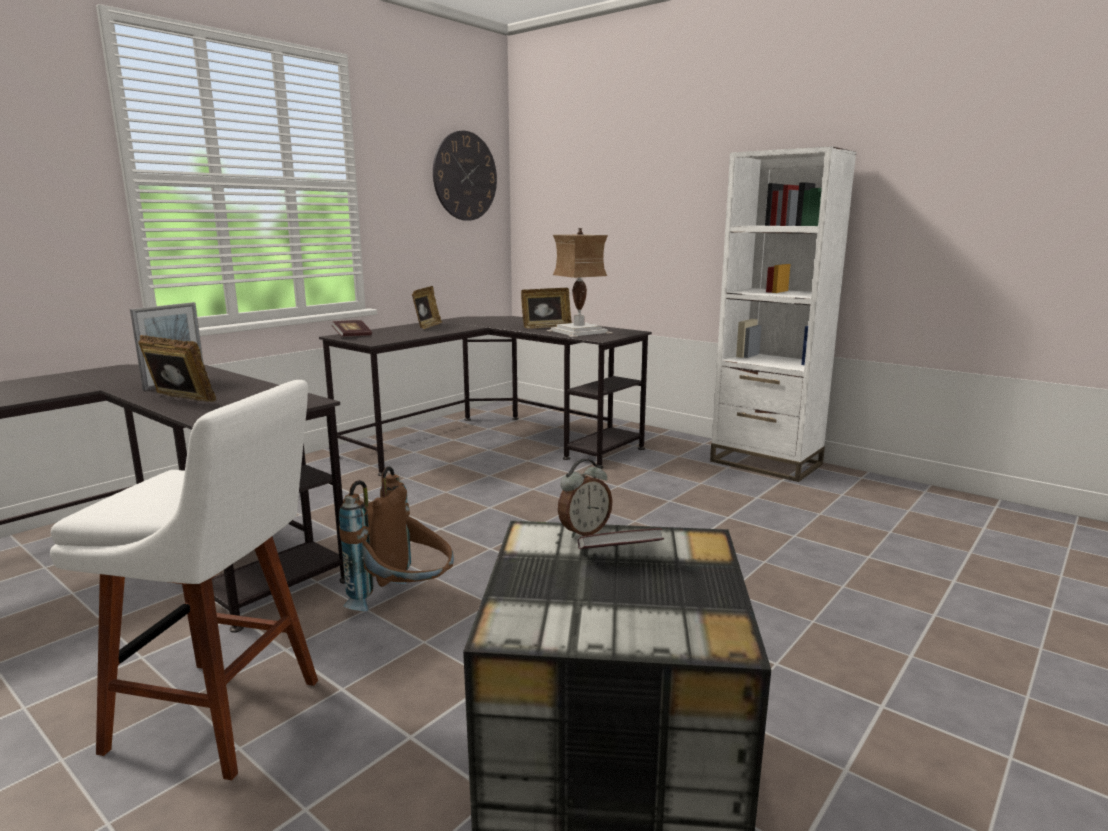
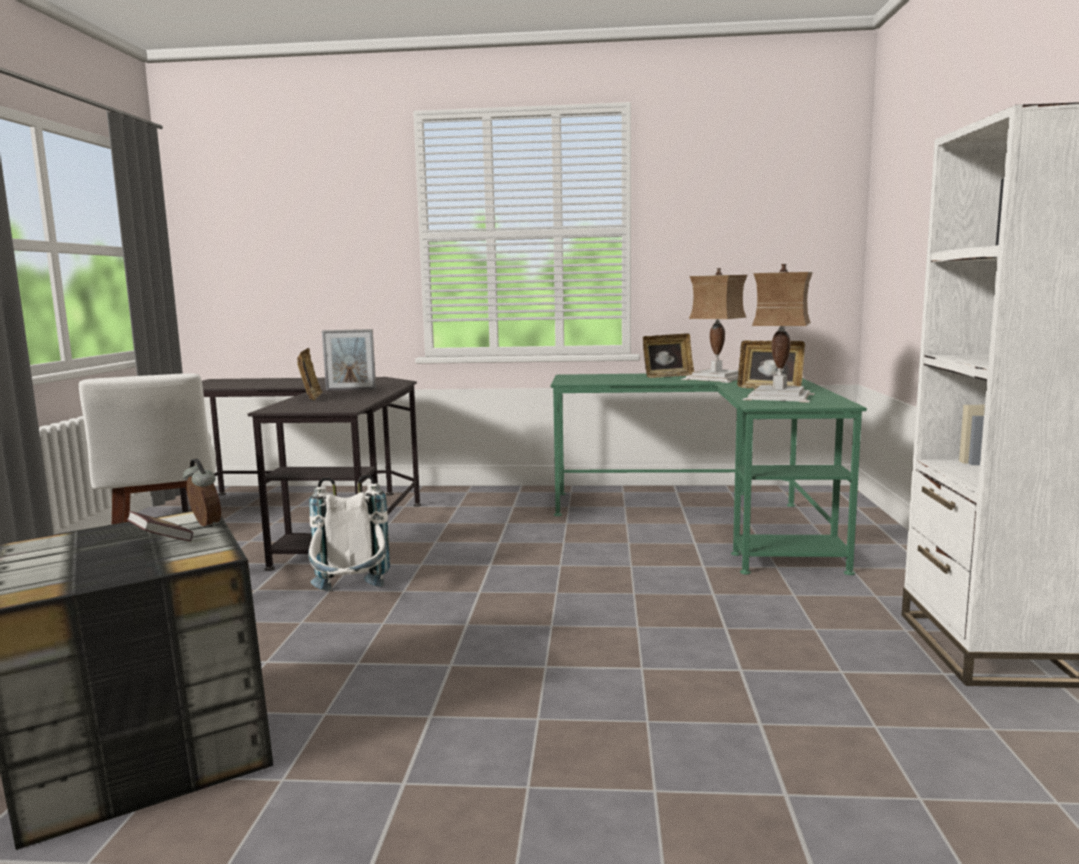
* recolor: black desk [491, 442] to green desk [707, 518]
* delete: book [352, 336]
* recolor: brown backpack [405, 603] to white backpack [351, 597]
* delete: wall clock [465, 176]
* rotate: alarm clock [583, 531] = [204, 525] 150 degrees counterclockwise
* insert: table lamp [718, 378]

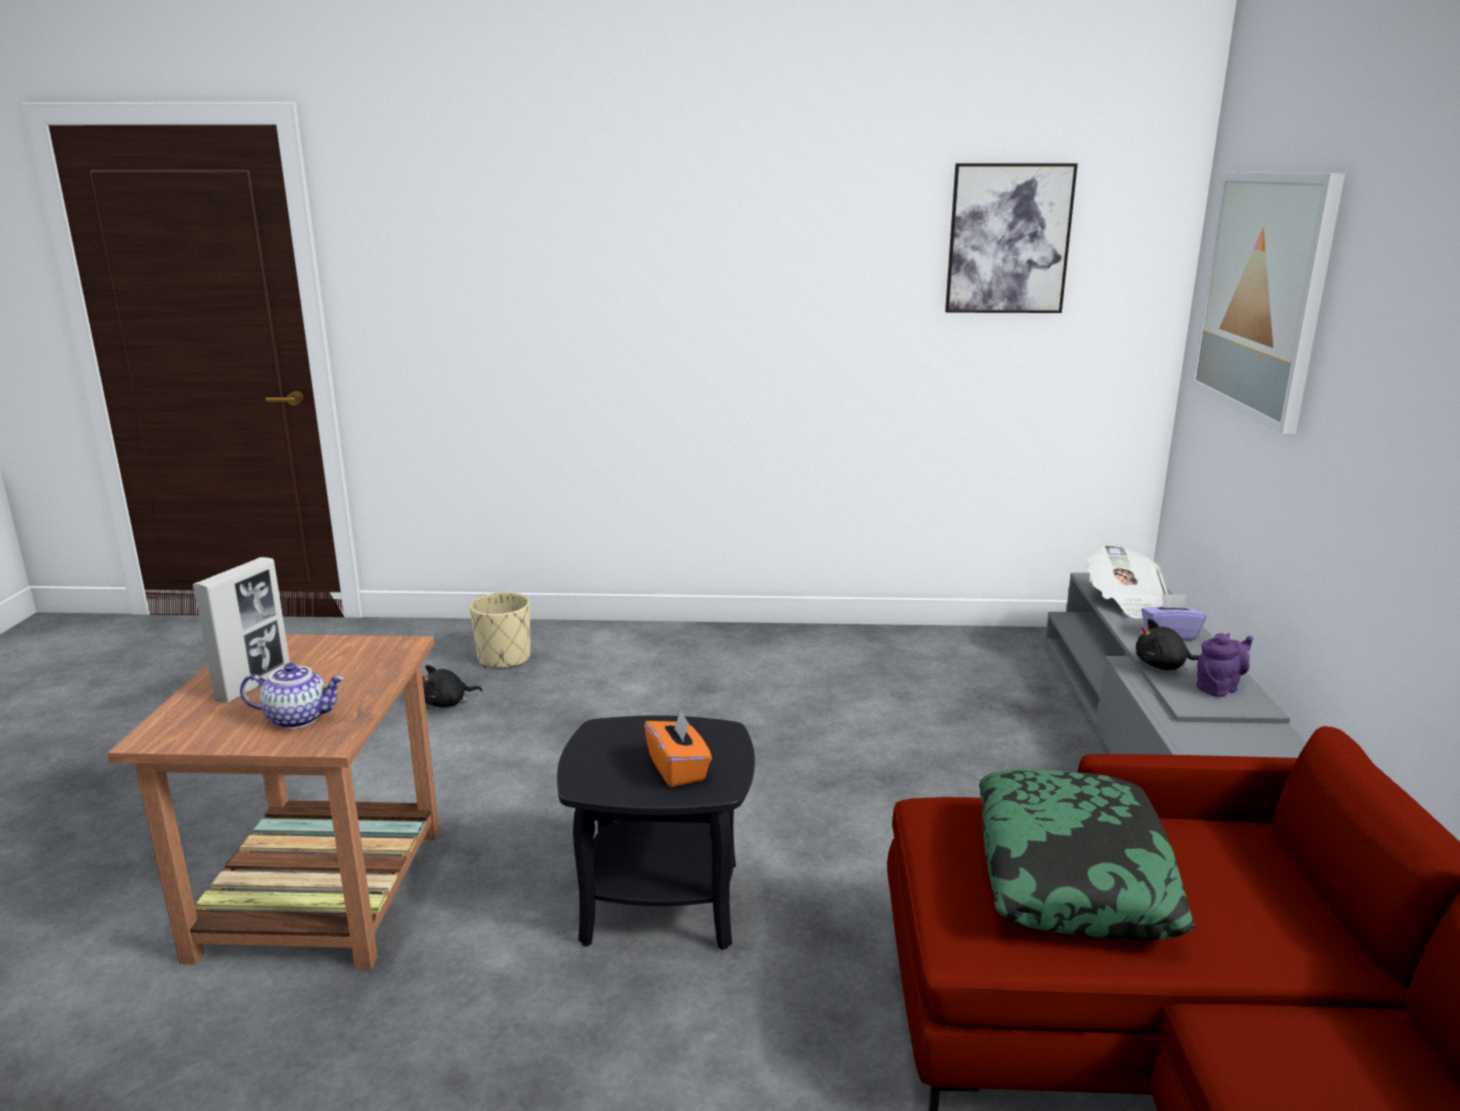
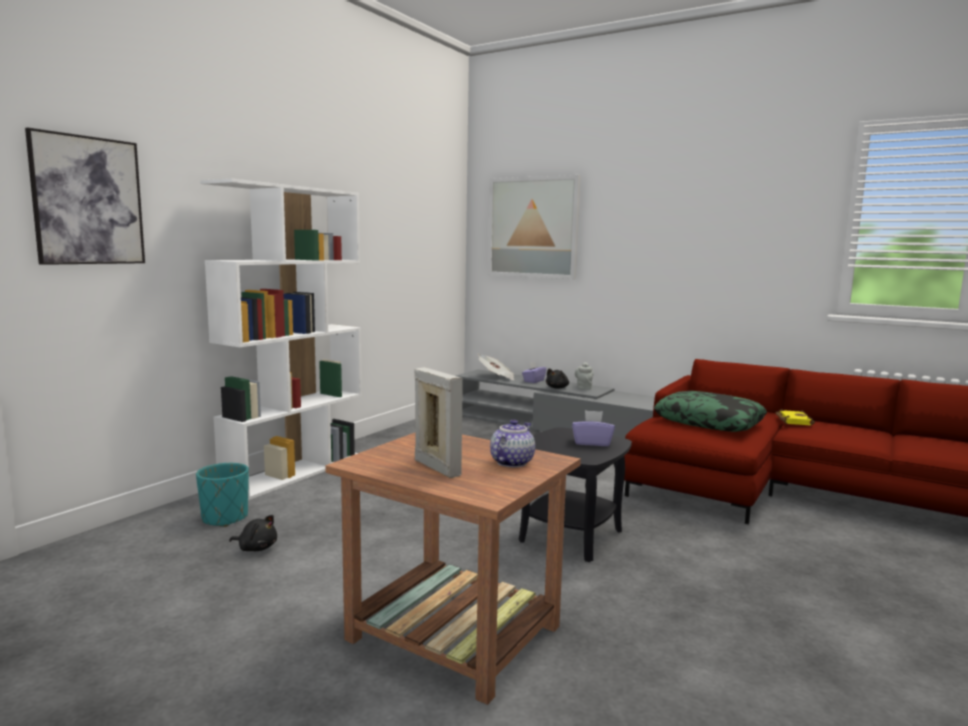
* rotate: black plush toy [447, 703] = [256, 548] 75 degrees counterclockwise
* recolor: beige planter [504, 658] to turquoise planter [225, 518]
* recolor: orange tissue box [678, 769] to purple tissue box [592, 442]
* move: picture [1008, 239] to [88, 201]
* recolor: purple teapot [1219, 688] to grey teapot [583, 387]
* insert: white bookcase [295, 472]
* insert: yellow book [792, 420]

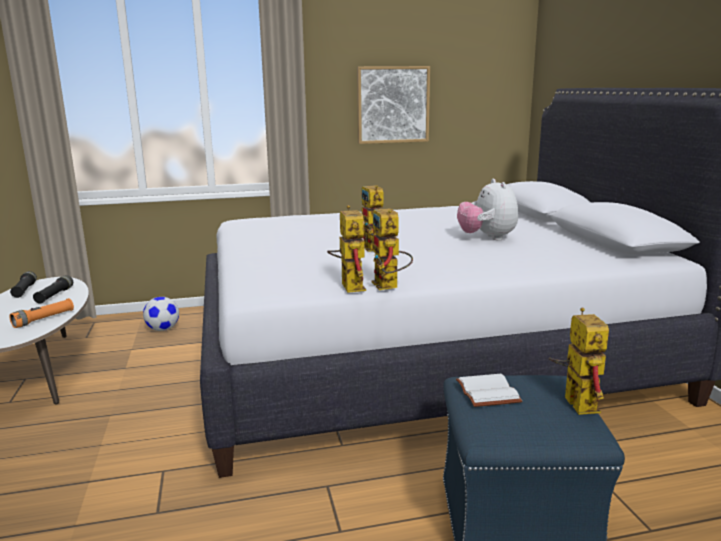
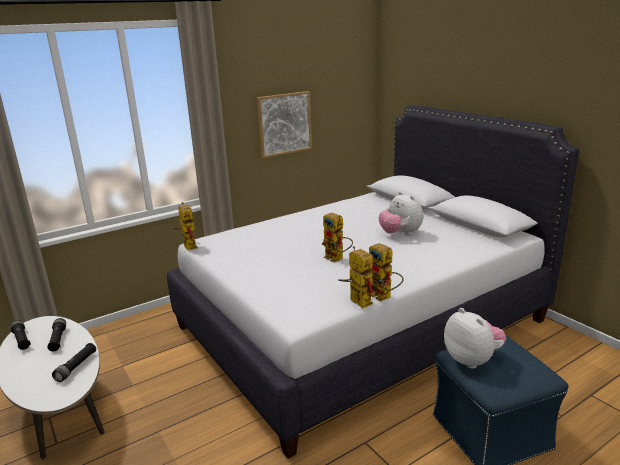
* recolor: orange flashlight [44, 319] to black flashlight [76, 367]
* delete: football [163, 329]
* replace: white book [485, 392] to plush toy [472, 360]
* move: toy robot [574, 401] to [187, 245]

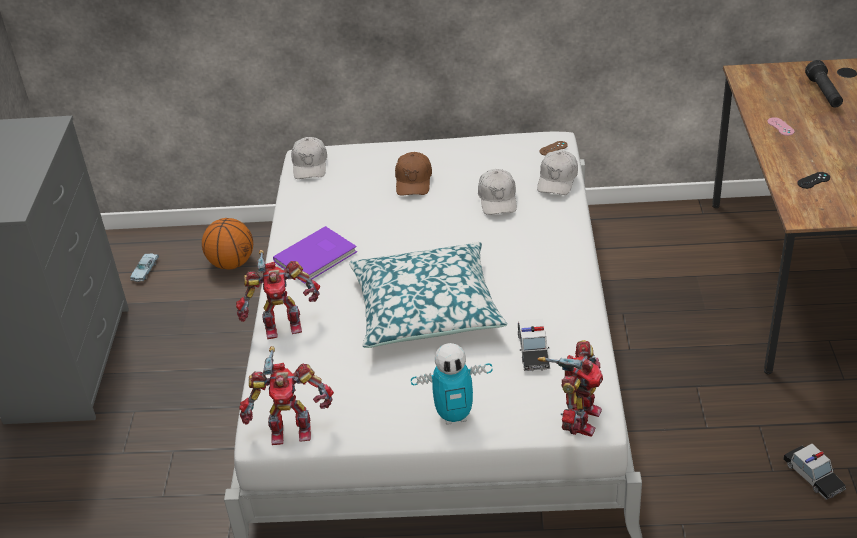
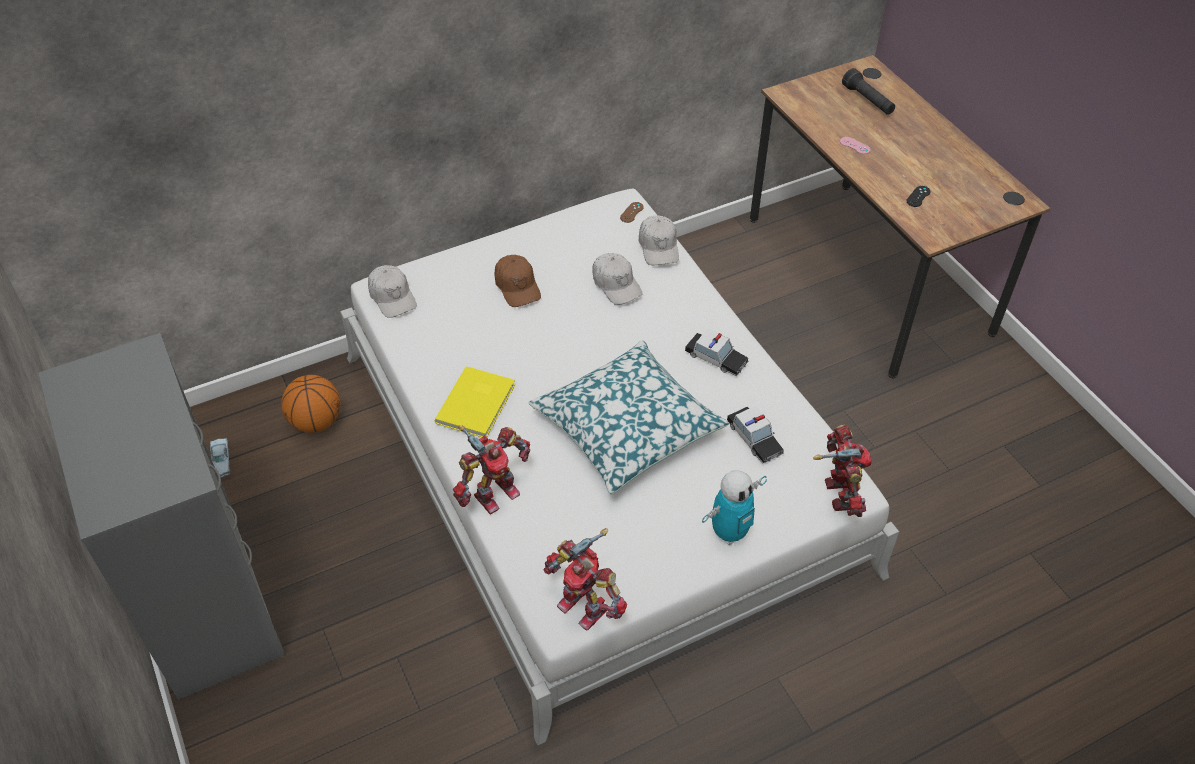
* rotate: toy robot [290, 429] = [585, 605] 75 degrees clockwise
* recolor: purple book [317, 257] to yellow book [478, 403]
* move: toy car [813, 476] to [716, 358]

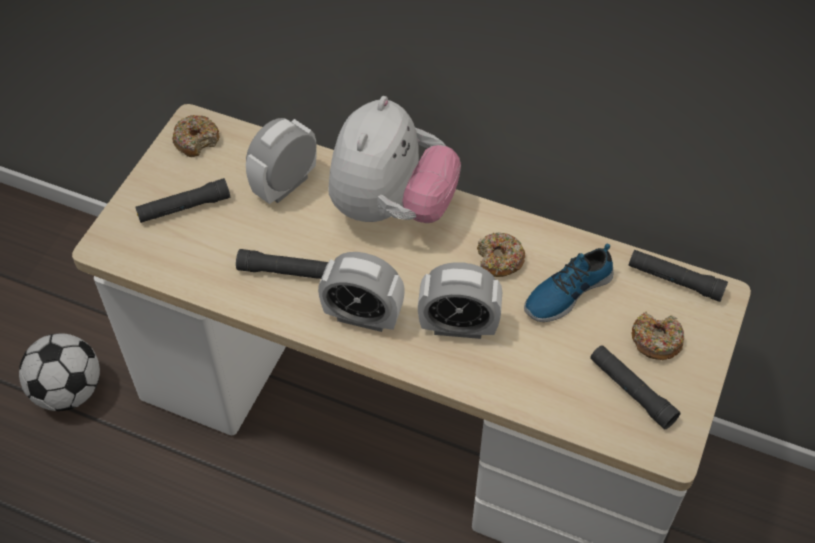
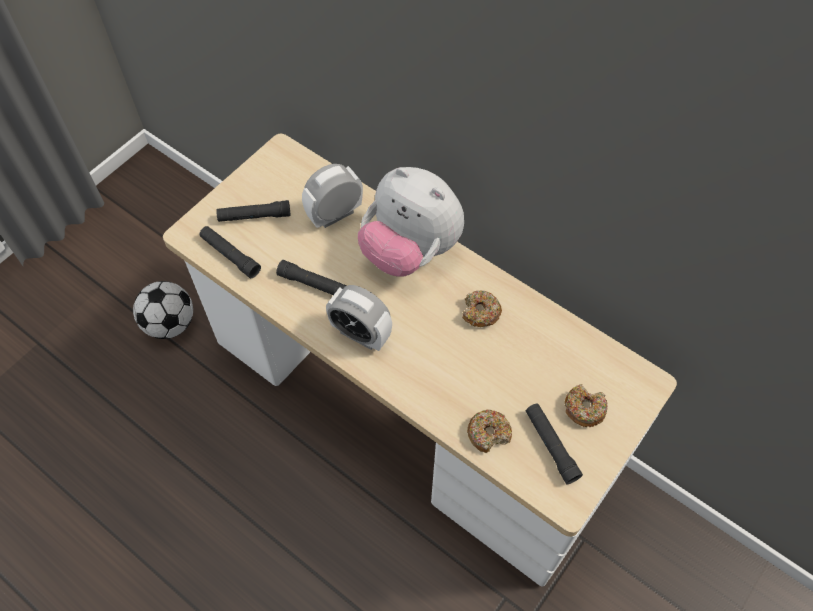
* move: donut [196, 140] to [488, 433]
* rotate: plush toy [391, 208] = [410, 251] 90 degrees clockwise
* delete: alarm clock [458, 326]
* delete: shoe [566, 291]
* move: black flashlight [675, 280] to [230, 255]

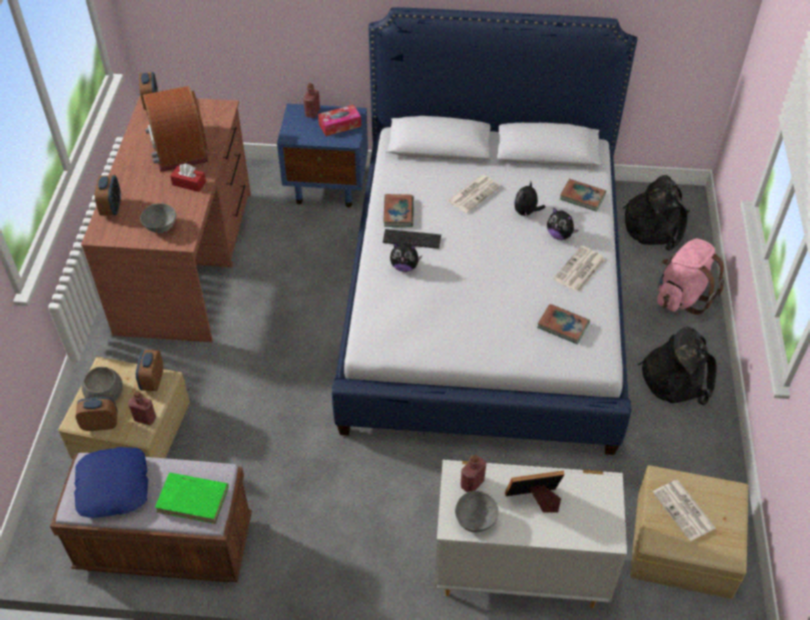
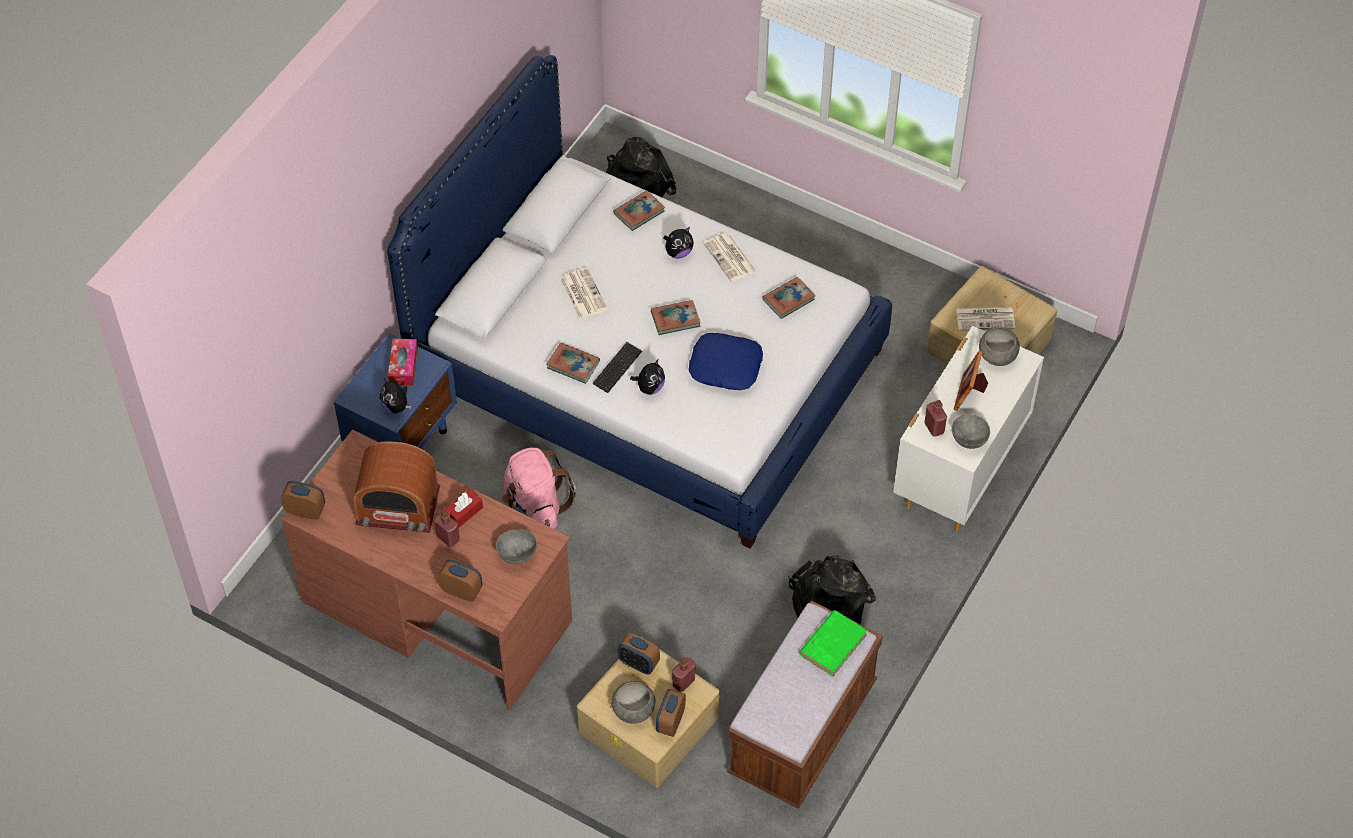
* move: blue pillow [114, 487] to [725, 366]
* move: red bottle [312, 113] to [448, 538]
* move: plush toy [526, 212] to [396, 406]
* move: black backpack [676, 376] to [828, 604]
* move: pink backpack [681, 296] to [535, 509]
* insert: book [675, 319]
* insert: grey bowl [997, 355]

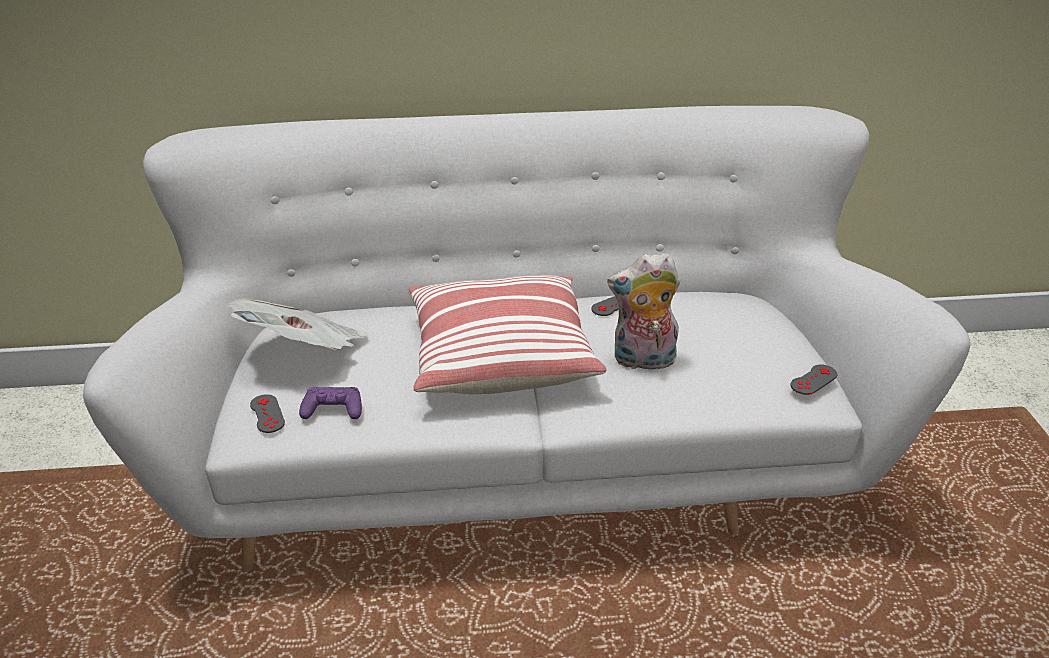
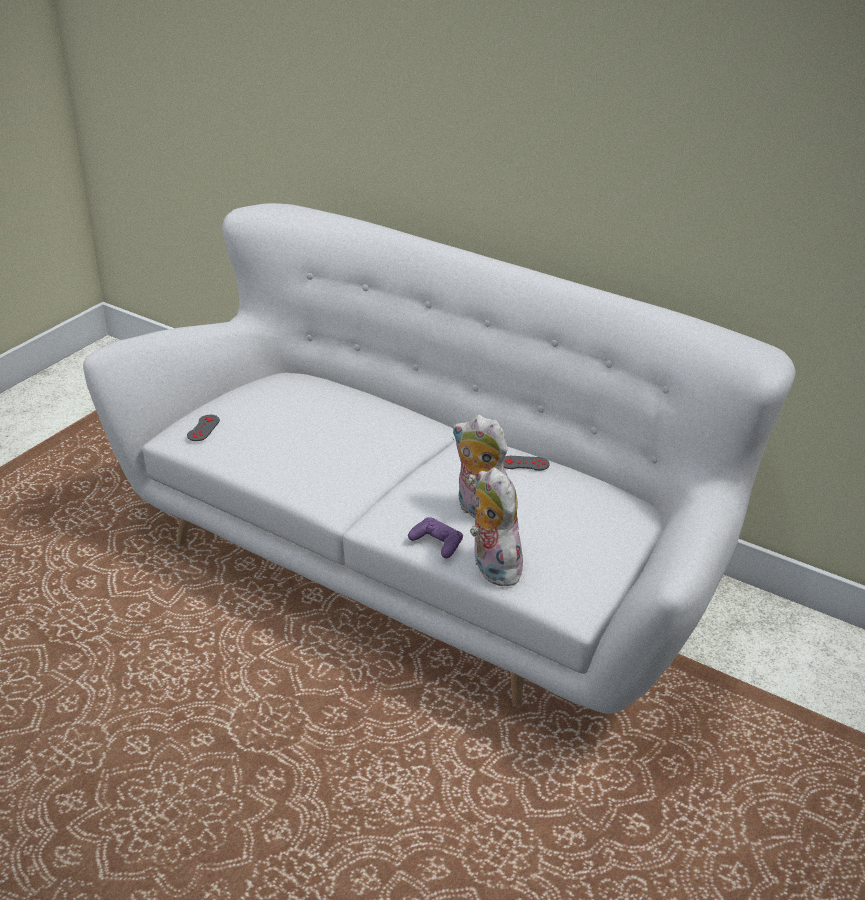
* delete: newspaper [305, 352]
* move: purple game controller [333, 409] to [437, 543]
* delete: pillow [499, 356]
* delete: grey game controller [813, 380]
* insert: plush toy [492, 568]

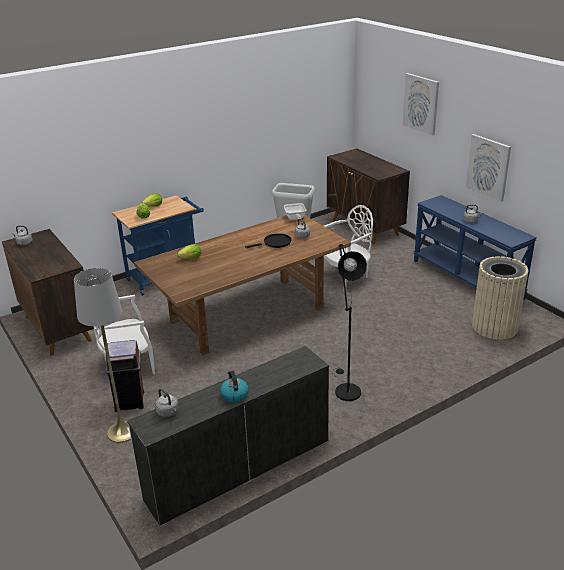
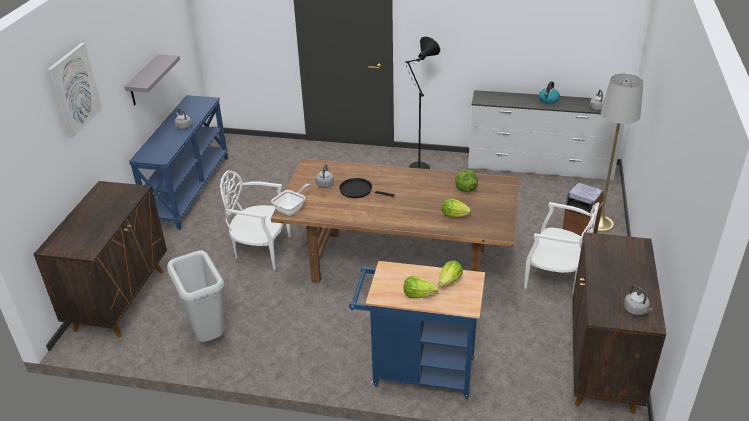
* replace: picture [488, 167] to grey shelf [144, 81]
* delete: beige trash can [494, 327]
* insert: lettuce [465, 189]

